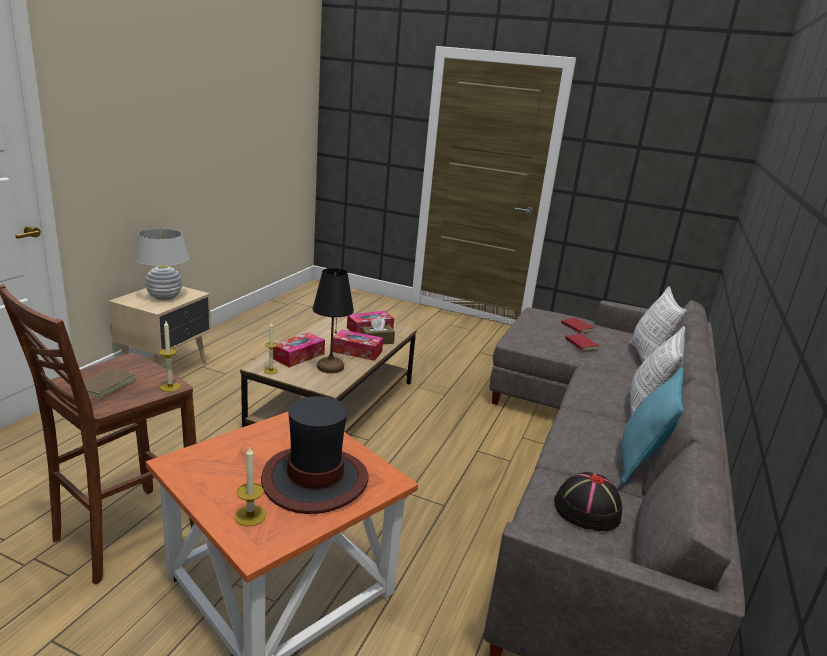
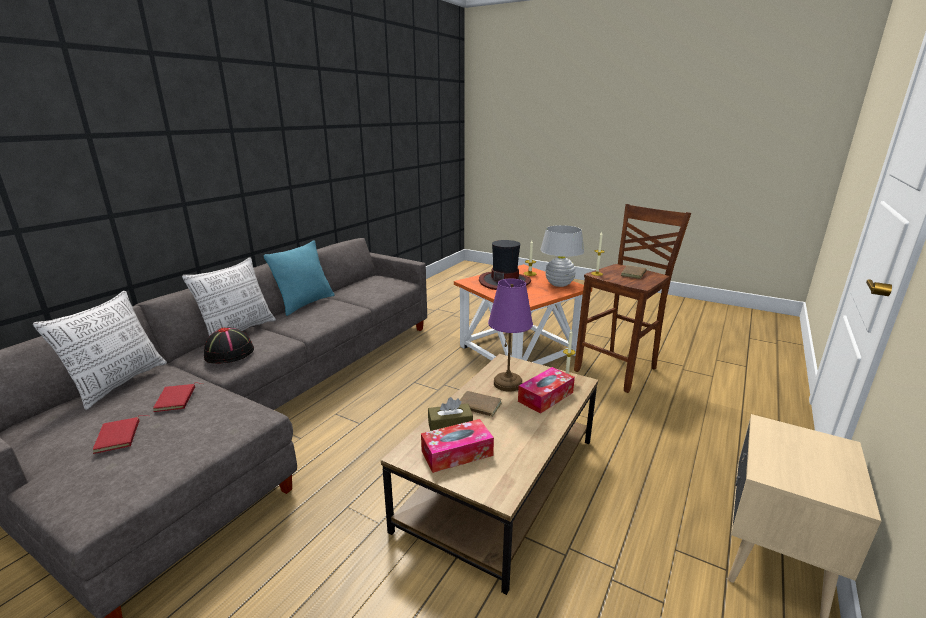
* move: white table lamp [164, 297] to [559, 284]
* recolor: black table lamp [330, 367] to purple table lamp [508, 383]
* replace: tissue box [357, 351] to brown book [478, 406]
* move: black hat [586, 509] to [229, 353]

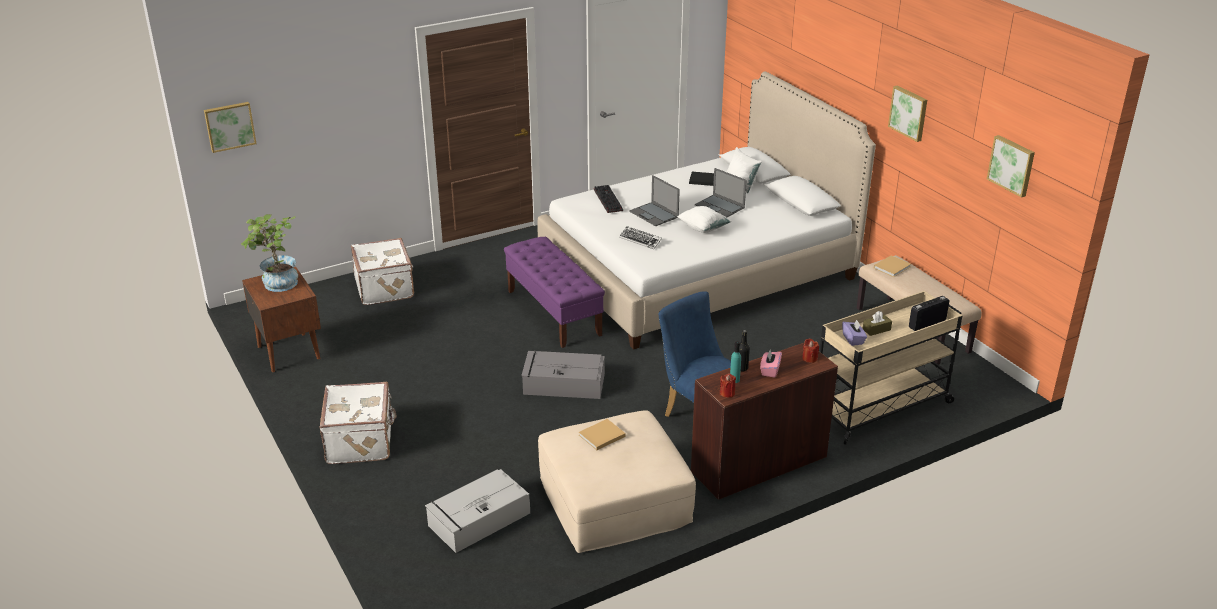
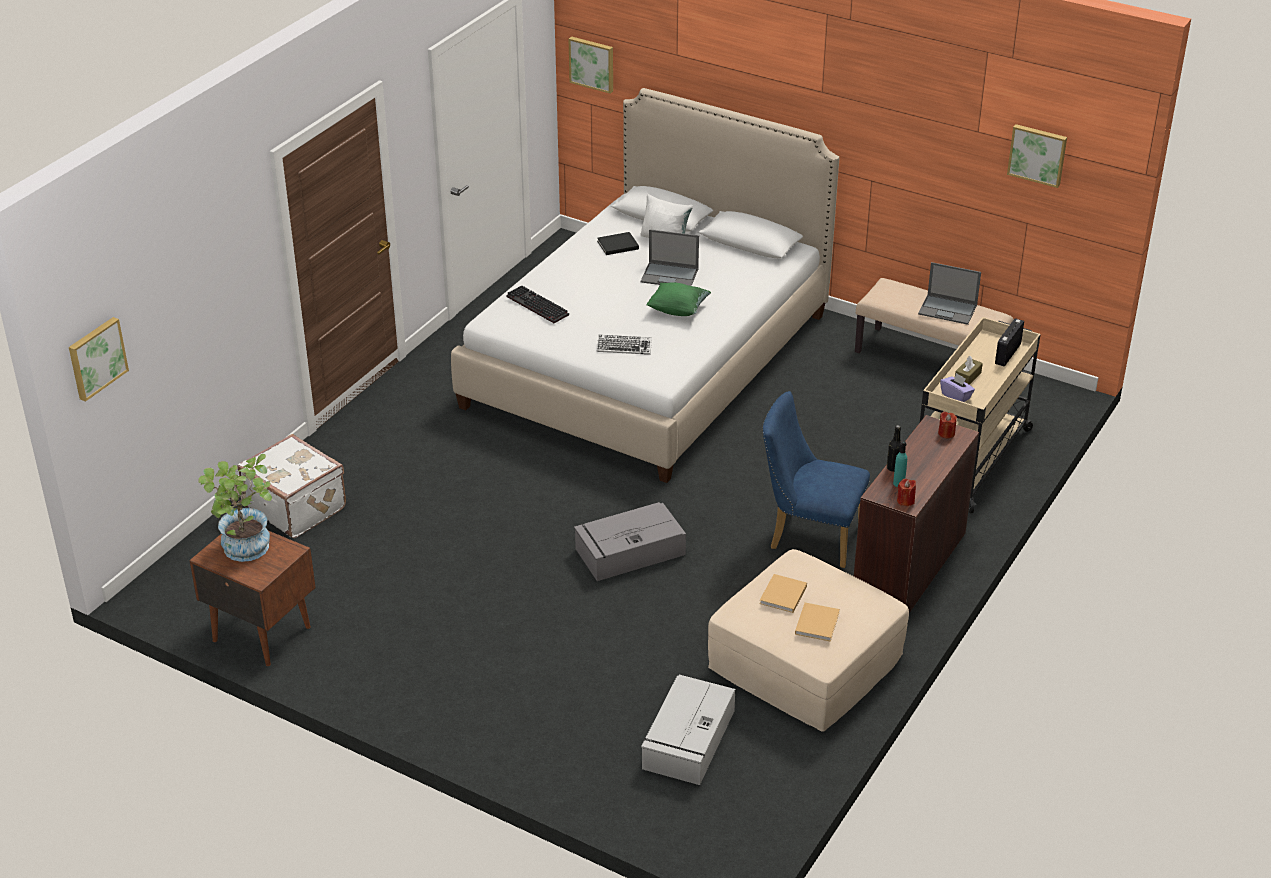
* delete: white suitcase [361, 441]
* delete: purple bench [554, 313]
* move: laptop [654, 214] to [948, 310]
* recolor: white pillow [703, 228] to green pillow [678, 310]
* delete: pink tissue box [770, 370]
* move: beige book [892, 267] to [817, 622]
* move: picture [909, 113] to [592, 63]

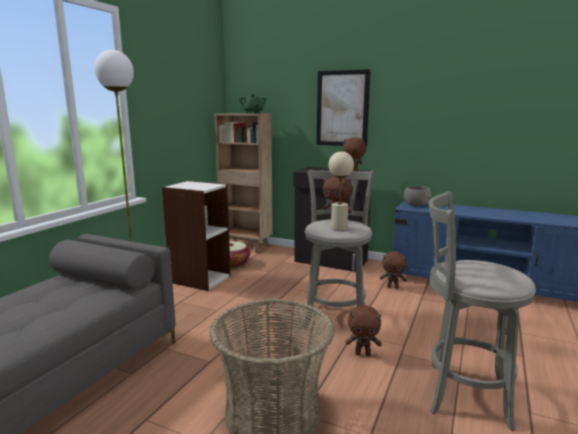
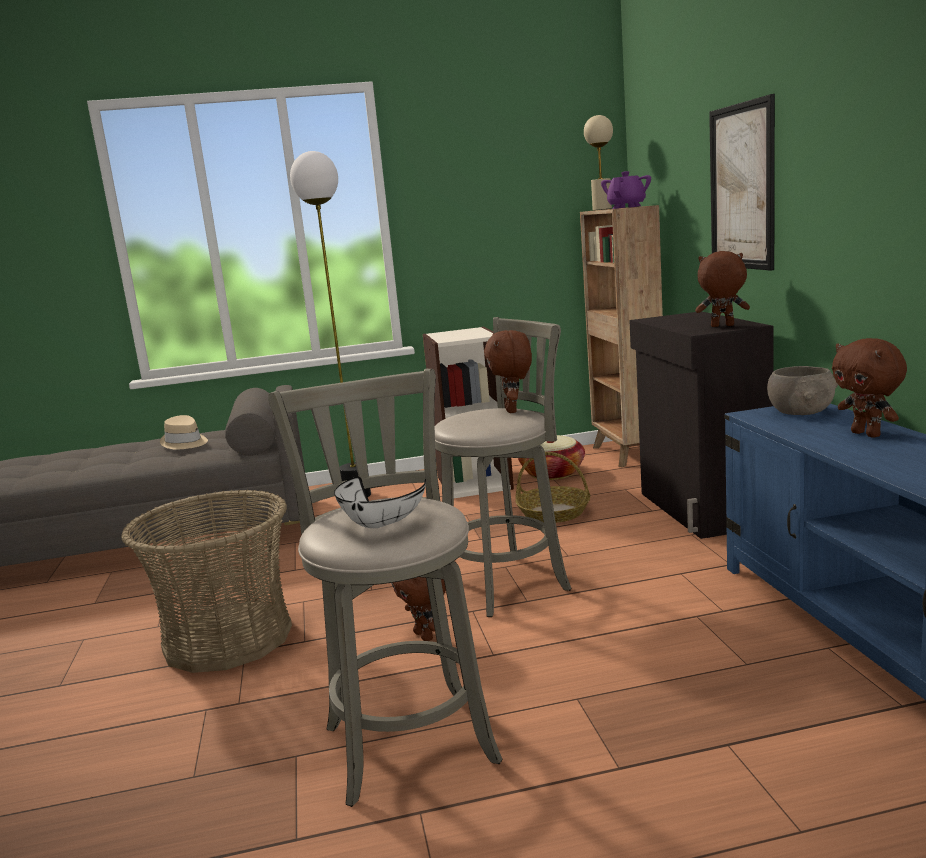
* recolor: green teapot [253, 113] to purple teapot [627, 207]
* move: beige table lamp [339, 228] to [601, 209]
* move: brown plush toy [392, 287] to [867, 434]
* insert: beige hat [185, 443]
* insert: white bowl [380, 526]
* insert: basket [554, 513]

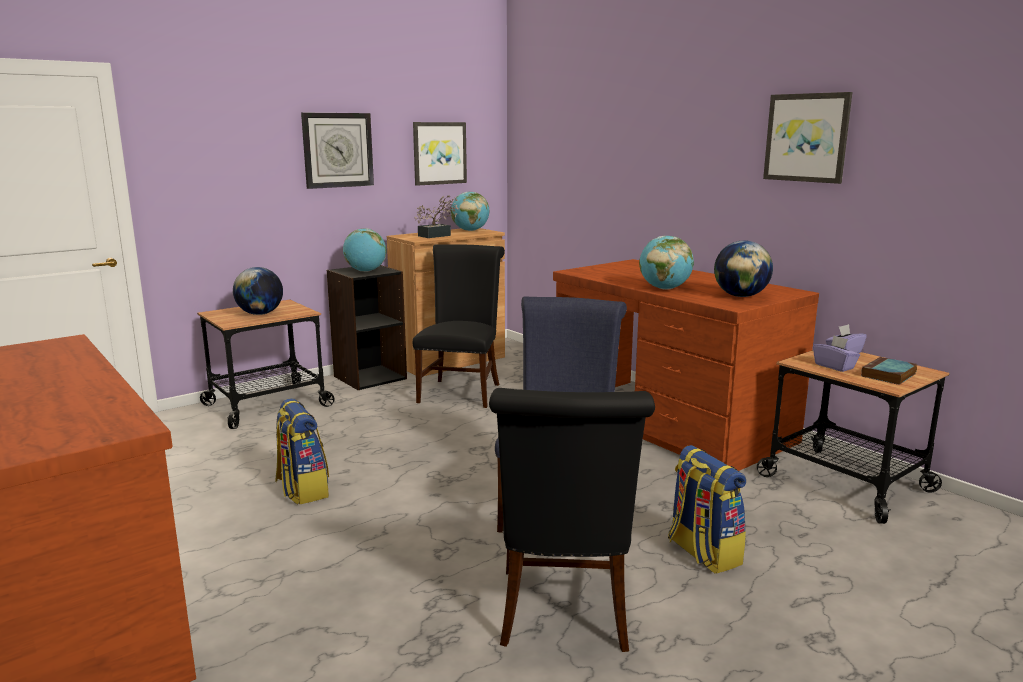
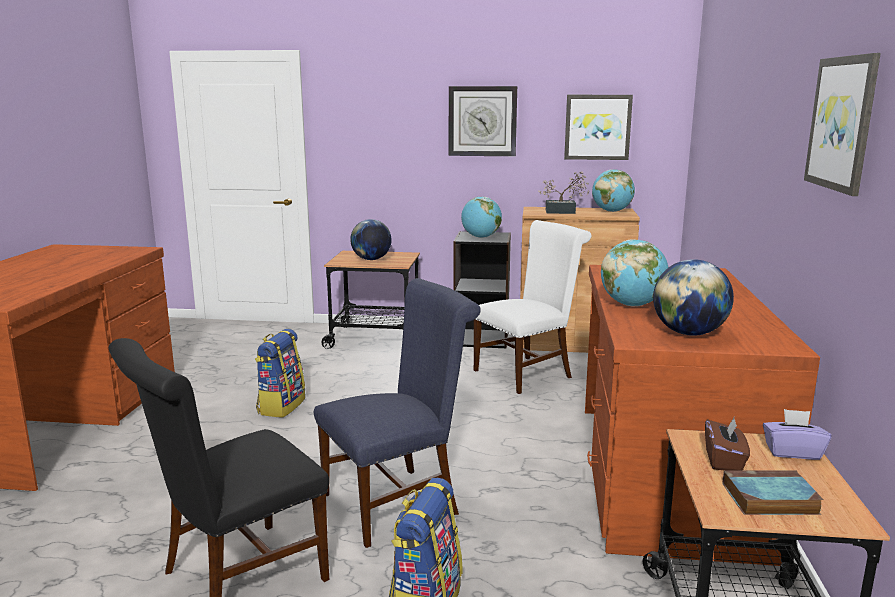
* recolor: black chair [461, 391] to white chair [527, 373]
* recolor: purple tissue box [834, 366] to brown tissue box [724, 460]

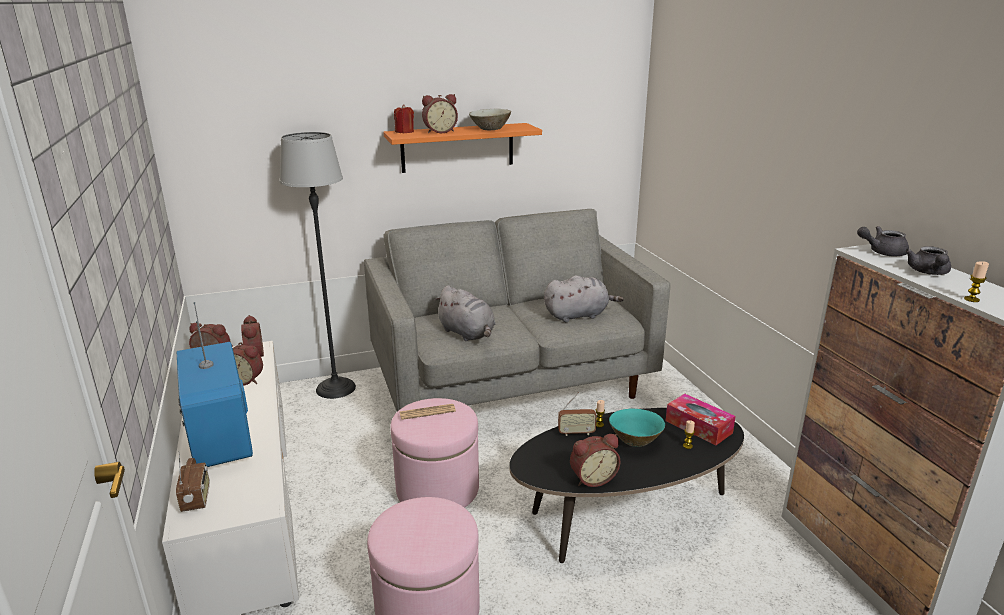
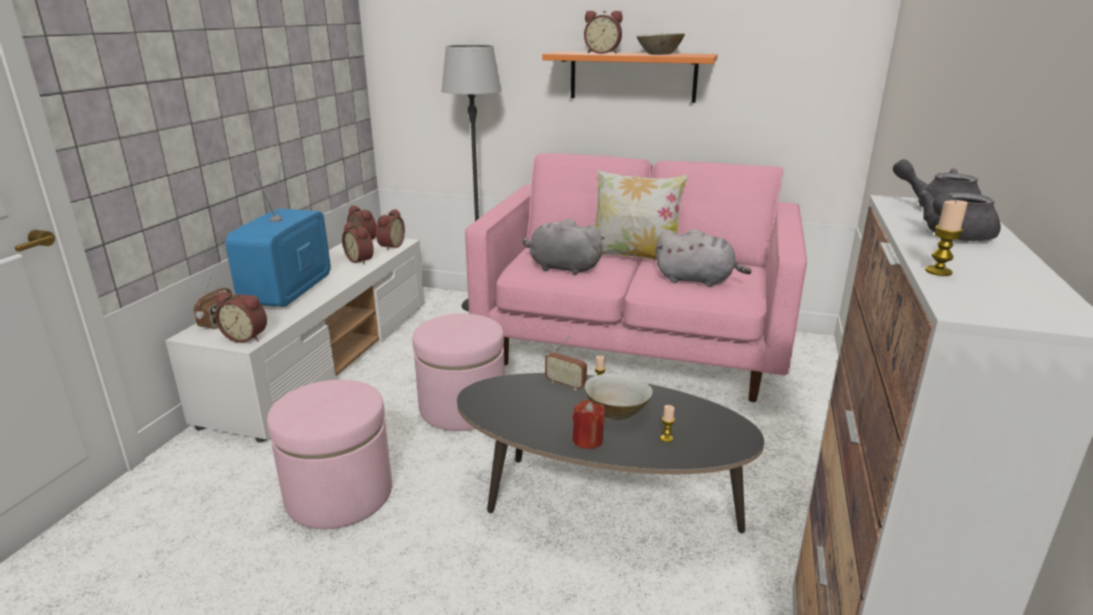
* recolor: grey sofa [512, 385] to pink sofa [634, 349]
* move: red candle [404, 132] to [587, 440]
* delete: newspaper [427, 412]
* rotate: grey plush toy [468, 333] = [561, 268] 120 degrees clockwise
* move: alarm clock [592, 478] to [247, 337]
* recolor: turquoise bowl [635, 439] to beige bowl [617, 411]
* delete: tissue box [698, 427]
* insert: pillow [634, 257]

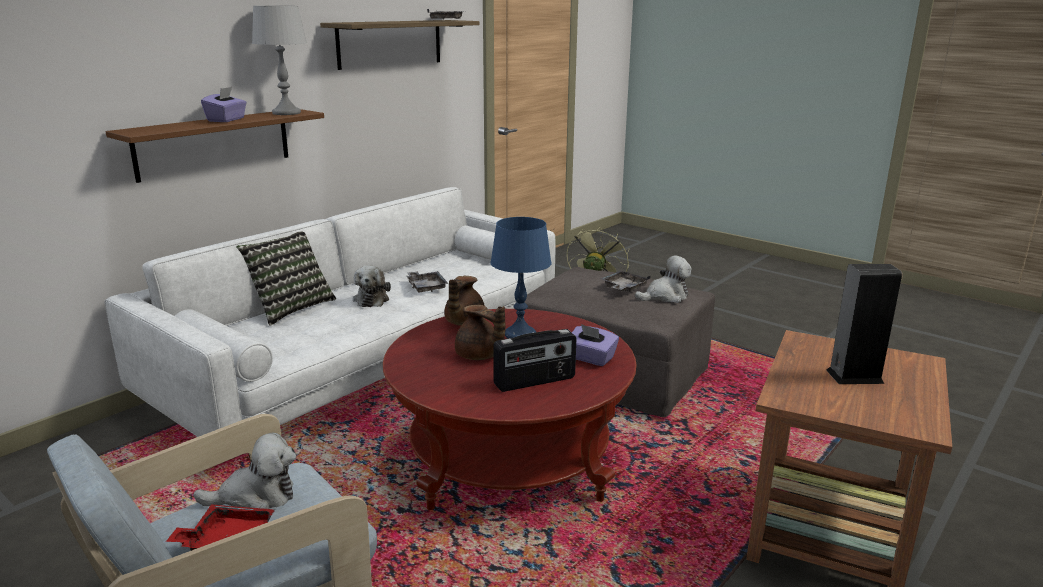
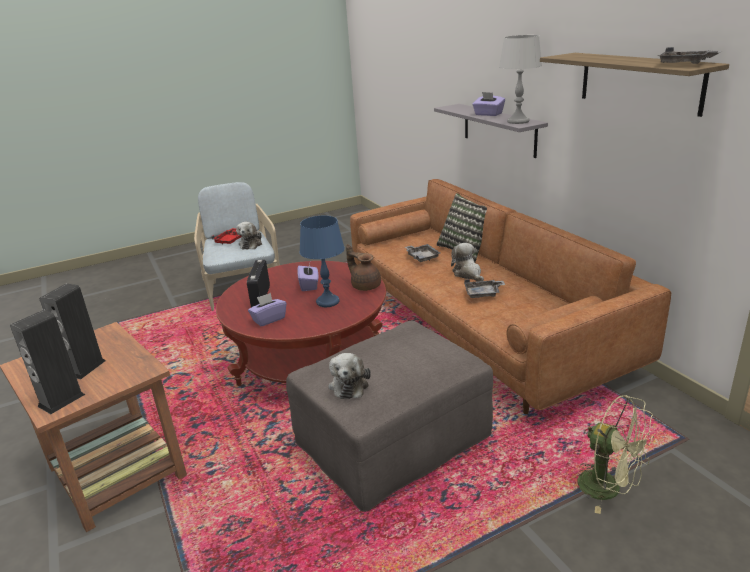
* recolor: white sofa [367, 362] to brown sofa [479, 323]
* recolor: brown shelf [214, 144] to grey shelf [499, 129]
* rotate: plush toy [372, 299] = [468, 274] 45 degrees clockwise
* replace: brown teapot [479, 356] to purple tissue box [309, 285]
* move: grey tray [623, 288] to [422, 257]
* insert: speaker [61, 400]

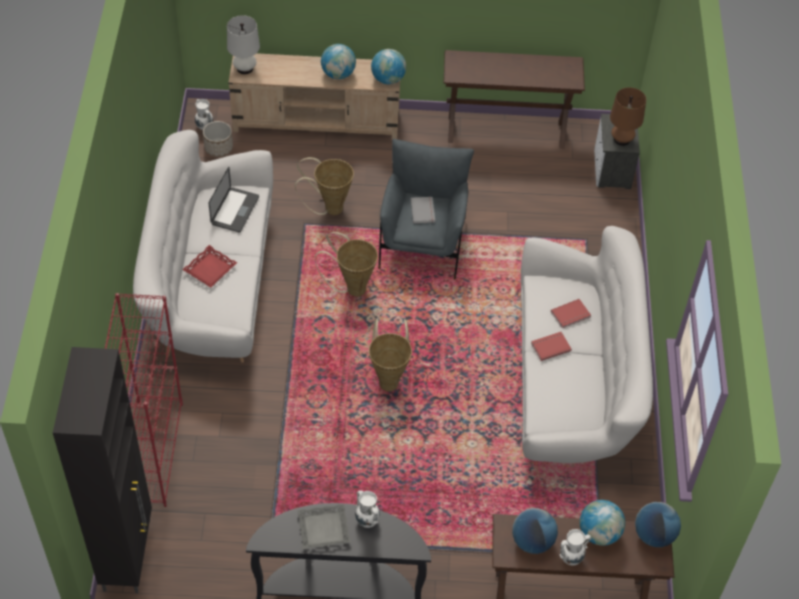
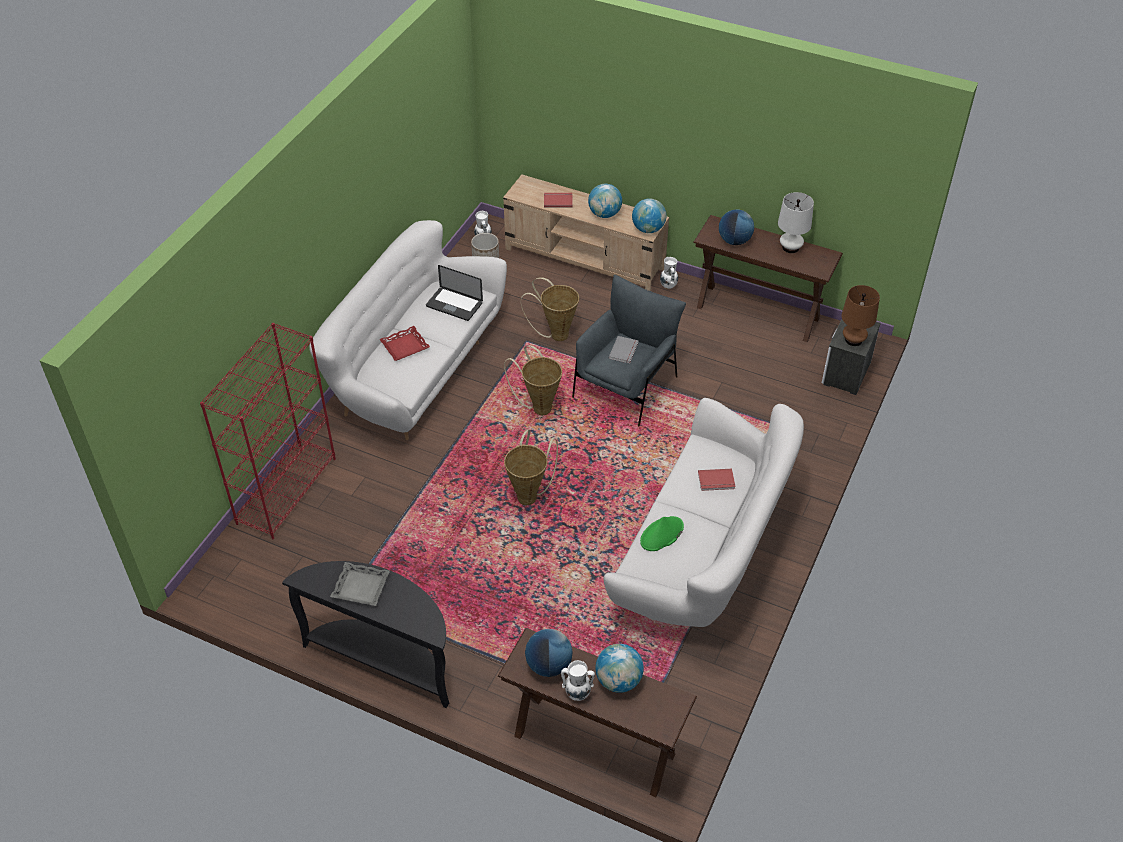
* delete: black cabinet [128, 553]
* rotate: laptop [235, 210] = [454, 305] 75 degrees clockwise
* move: white table lamp [245, 68] to [790, 248]
* move: white vase [367, 520] to [668, 285]
* move: red book [550, 346] to [558, 200]
* move: globe [654, 535] to [734, 241]
* insert: green hat [661, 534]

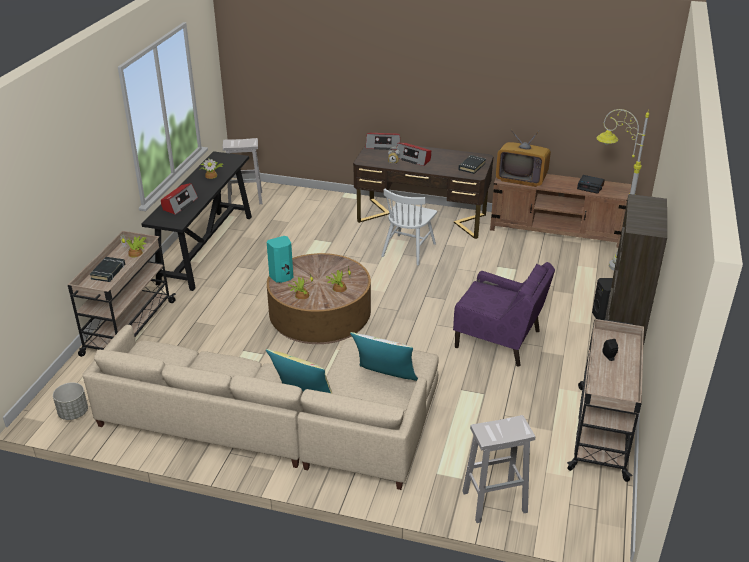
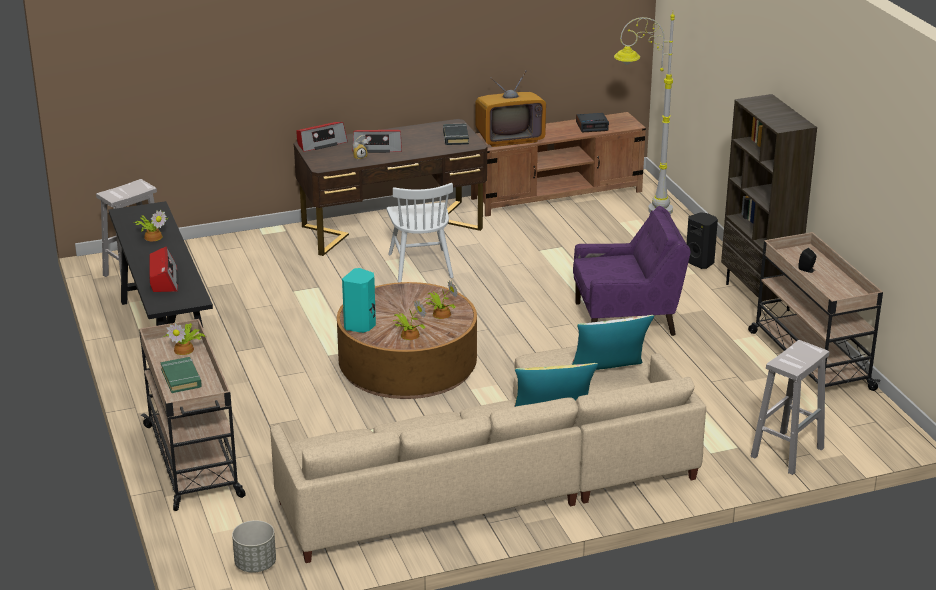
* recolor: black book [108, 272] to green book [181, 378]

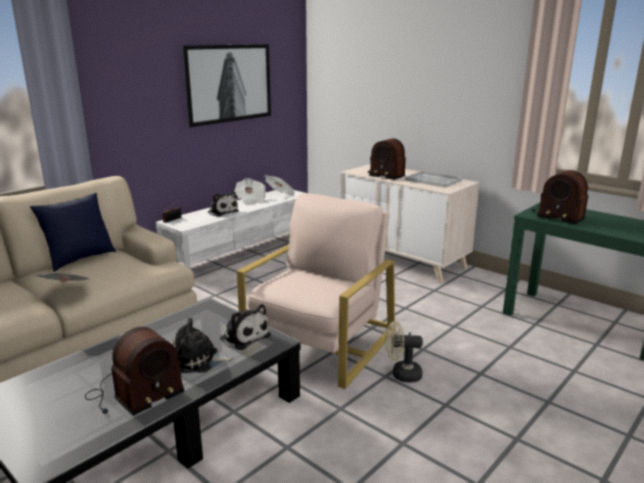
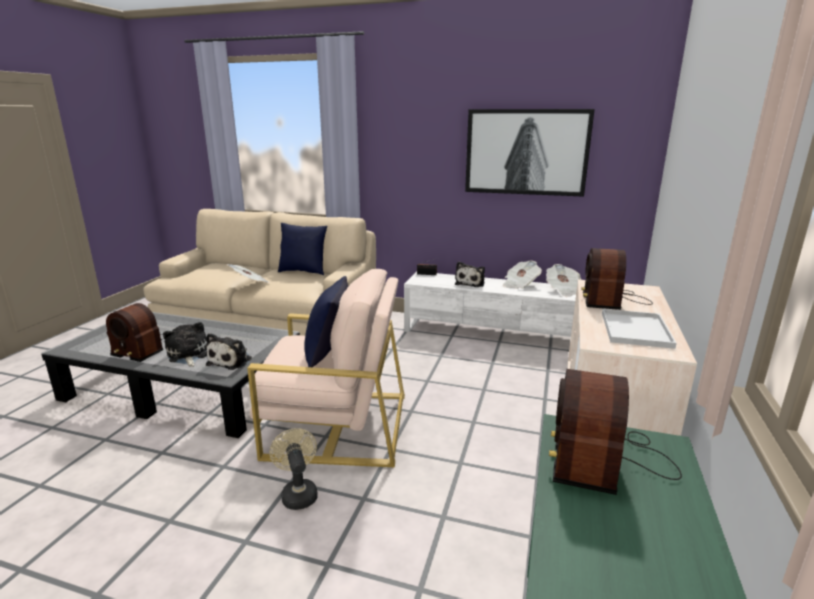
* insert: blue pillow [329, 353]

